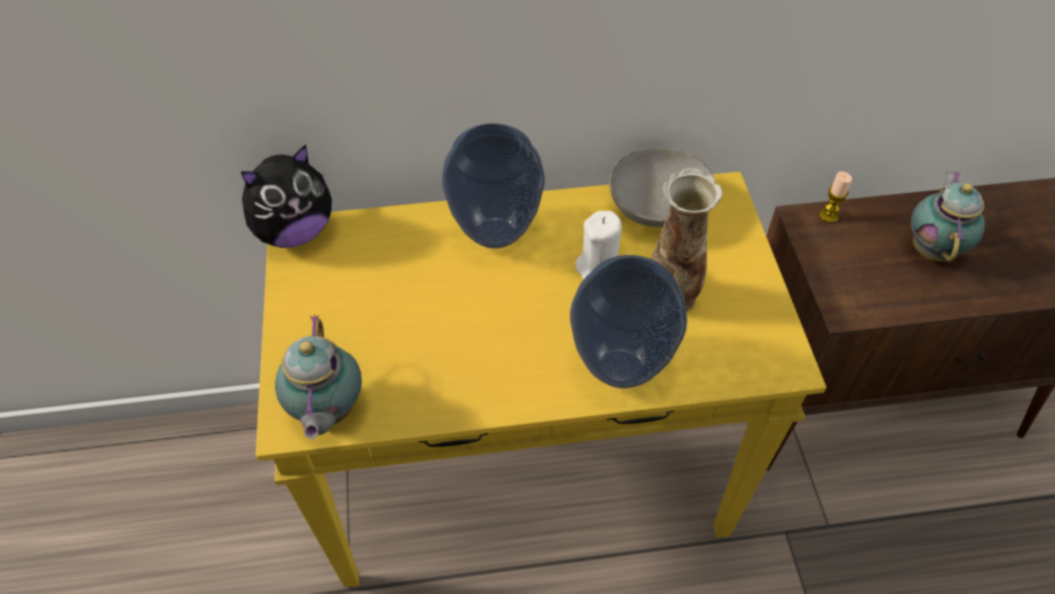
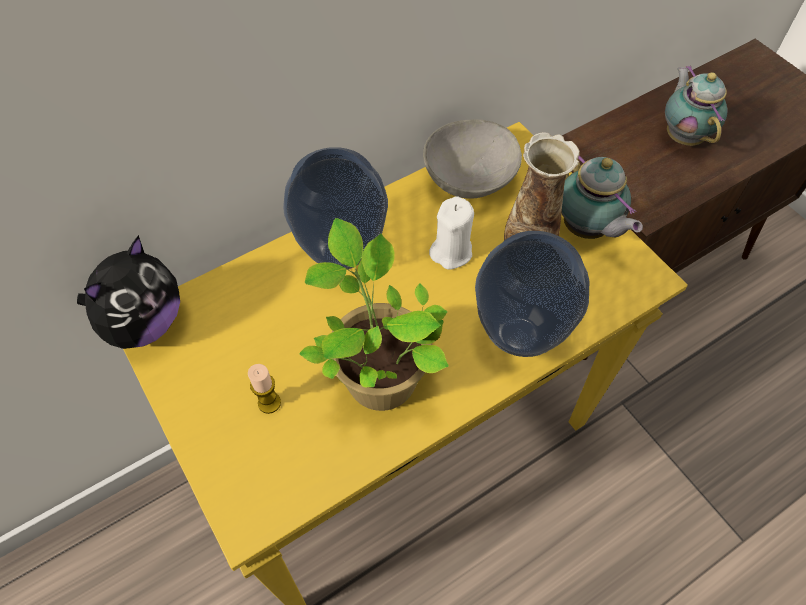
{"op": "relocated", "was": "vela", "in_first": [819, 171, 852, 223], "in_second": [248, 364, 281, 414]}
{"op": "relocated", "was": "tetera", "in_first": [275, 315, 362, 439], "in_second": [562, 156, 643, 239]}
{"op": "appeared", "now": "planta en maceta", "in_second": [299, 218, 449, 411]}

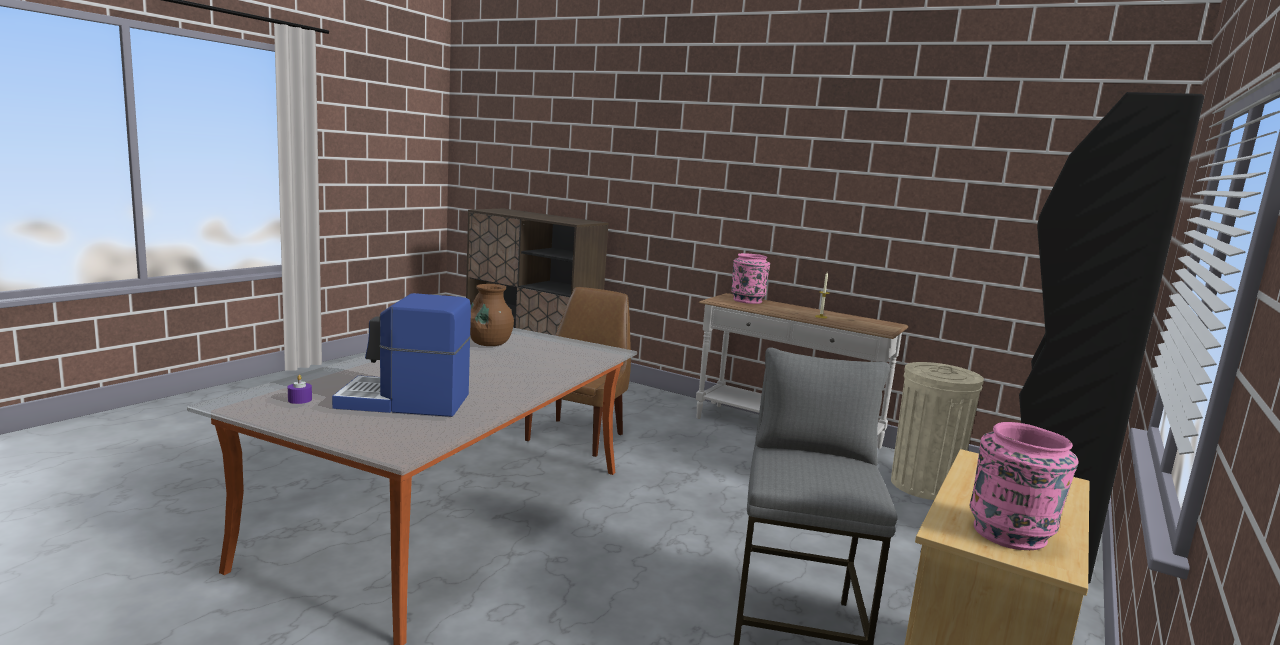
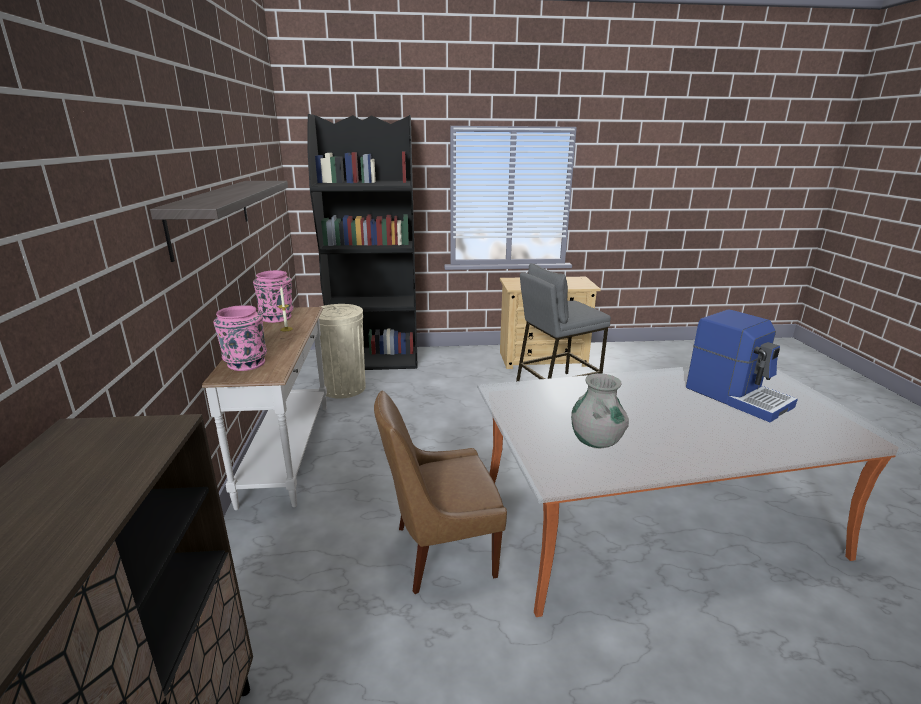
{"op": "colour", "was": "florero (marrón)", "now": "florero (gris)", "in_first": [470, 284, 514, 346], "in_second": [571, 373, 629, 448]}
{"op": "missing", "was": "vela (morado)", "in_first": [288, 375, 312, 404]}
{"op": "relocated", "was": "florero (rosa)", "in_first": [969, 422, 1079, 550], "in_second": [253, 270, 293, 323]}
{"op": "appeared", "now": "estante", "in_second": [150, 181, 288, 262]}

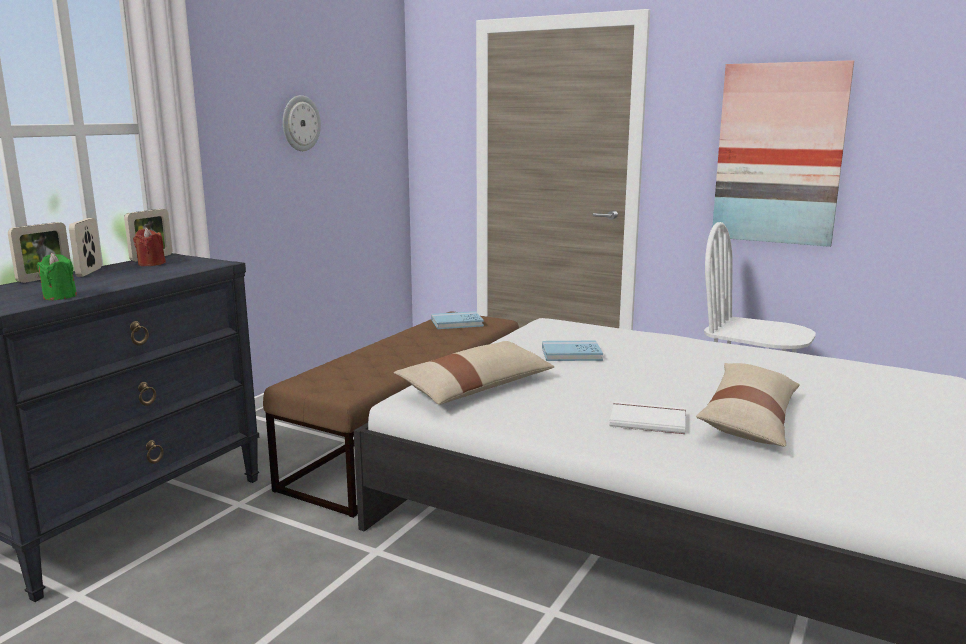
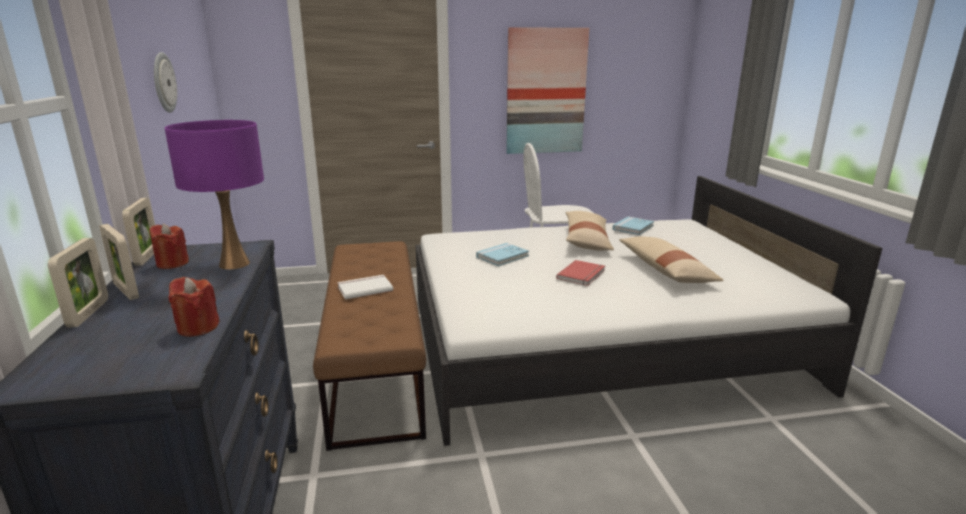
{"op": "colour", "was": "vela (verde)", "now": "vela (rojo)", "in_first": [37, 253, 77, 300], "in_second": [169, 277, 220, 337]}
{"op": "relocated", "was": "libro (azul)", "in_first": [431, 311, 484, 329], "in_second": [613, 217, 654, 235]}
{"op": "relocated", "was": "cojín (beis)", "in_first": [394, 341, 554, 405], "in_second": [566, 211, 614, 251]}
{"op": "relocated", "was": "libro (blanco)", "in_first": [610, 401, 686, 434], "in_second": [337, 275, 393, 299]}
{"op": "appeared", "now": "lámpara de mesa (morado)", "in_second": [165, 120, 264, 270]}
{"op": "appeared", "now": "libro (rojo)", "in_second": [556, 260, 605, 286]}

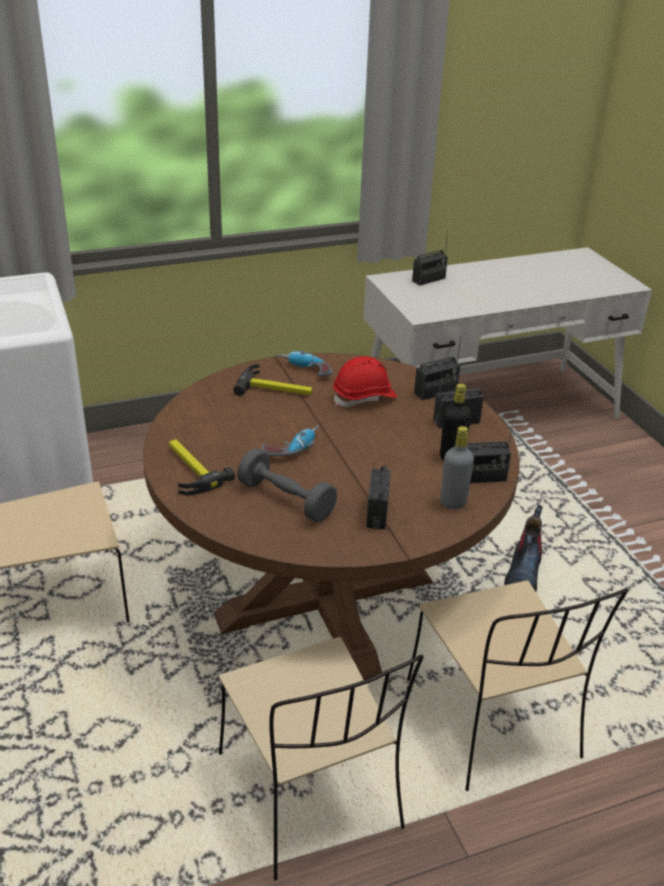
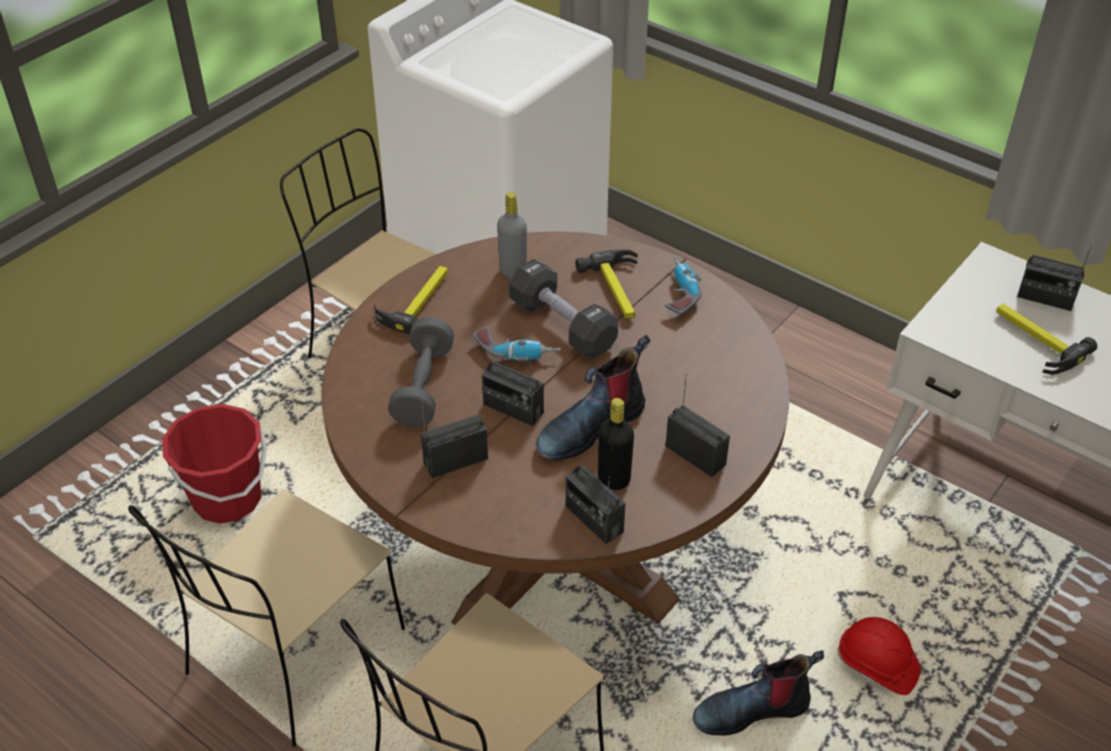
{"op": "relocated", "was": "radio", "in_first": [414, 335, 461, 401], "in_second": [482, 358, 544, 426]}
{"op": "relocated", "was": "casco (rojo)", "in_first": [333, 356, 397, 407], "in_second": [837, 617, 921, 695]}
{"op": "relocated", "was": "botella (gris)", "in_first": [440, 426, 474, 509], "in_second": [497, 192, 527, 278]}
{"op": "appeared", "now": "mancuerna (negro)", "in_second": [509, 259, 619, 358]}
{"op": "appeared", "now": "martillo", "in_second": [996, 304, 1097, 375]}
{"op": "appeared", "now": "bota", "in_second": [536, 335, 650, 460]}
{"op": "appeared", "now": "cubo (rojo)", "in_second": [162, 404, 267, 524]}

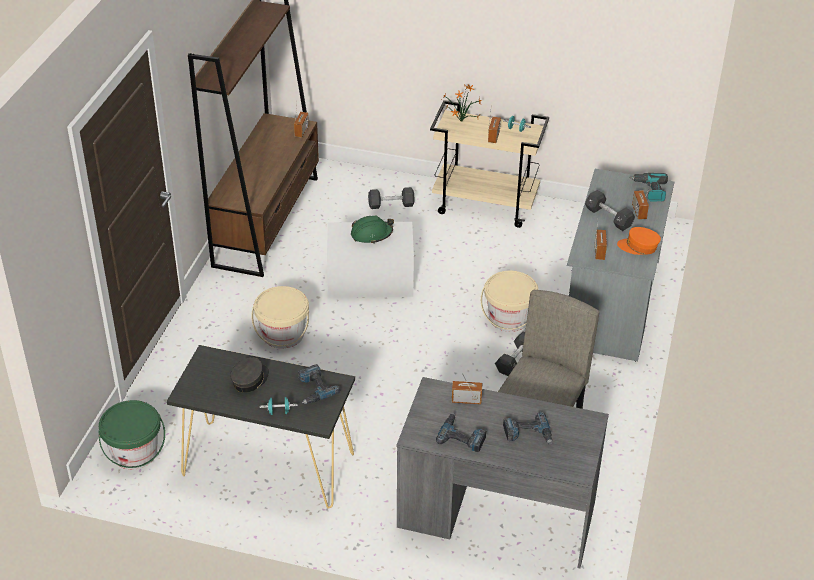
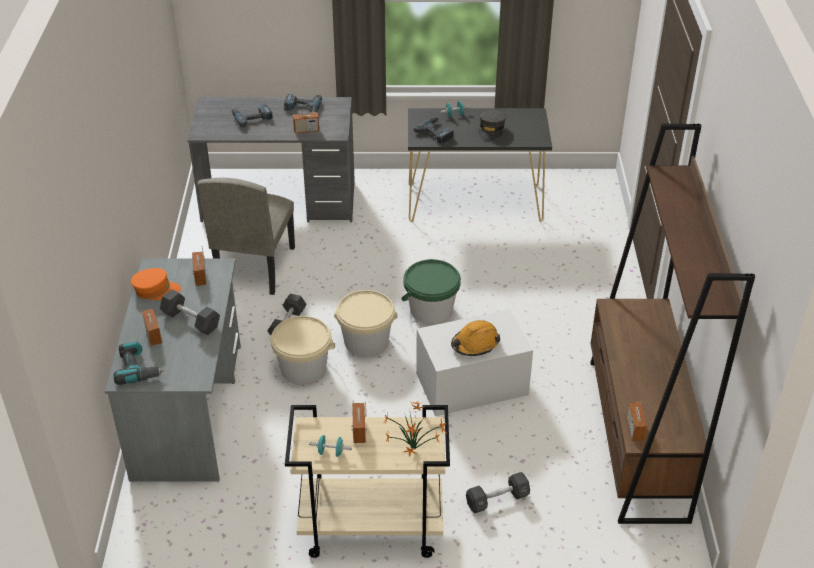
{"op": "colour", "was": "casco (verde)", "now": "casco (naranja)", "in_first": [351, 215, 394, 244], "in_second": [451, 320, 500, 356]}
{"op": "relocated", "was": "cubo (beis)", "in_first": [251, 286, 309, 348], "in_second": [334, 290, 398, 357]}
{"op": "relocated", "was": "cubo (verde)", "in_first": [98, 400, 165, 470], "in_second": [401, 259, 461, 324]}

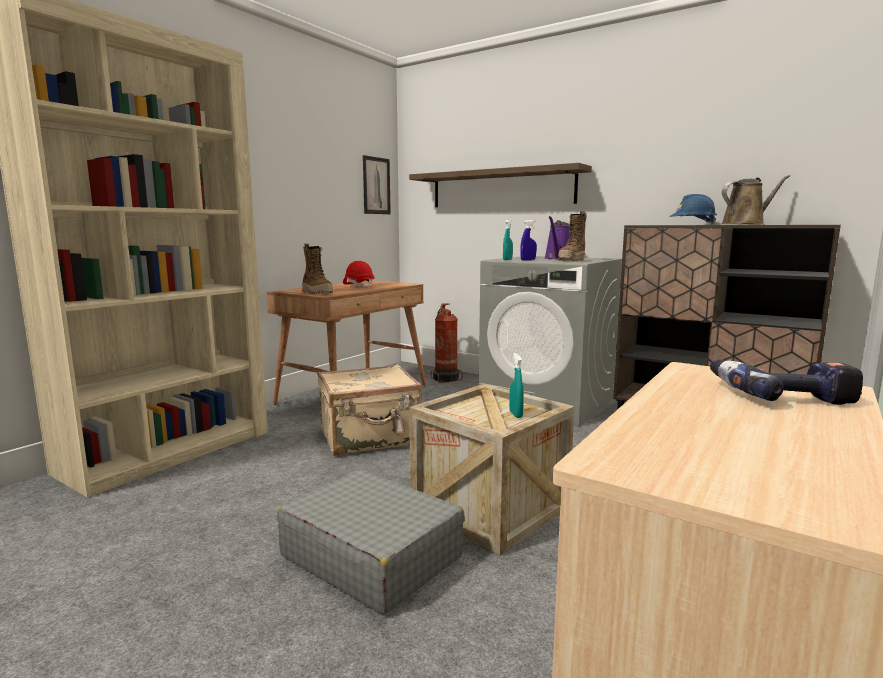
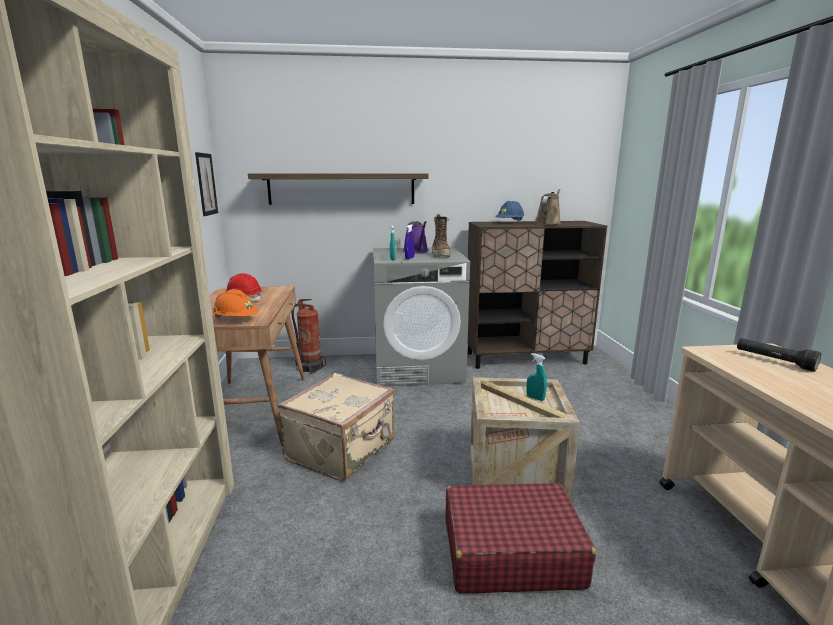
{"op": "exchanged", "was": "bota", "now": "casco (naranja)", "in_first": [302, 244, 333, 294], "in_second": [213, 289, 259, 319]}
{"op": "exchanged", "was": "taladro", "now": "linterna (negro)", "in_first": [710, 359, 863, 405], "in_second": [737, 338, 821, 372]}
{"op": "colour", "was": "maleta (gris)", "now": "maleta (rojo)", "in_first": [277, 470, 465, 614], "in_second": [445, 483, 596, 593]}

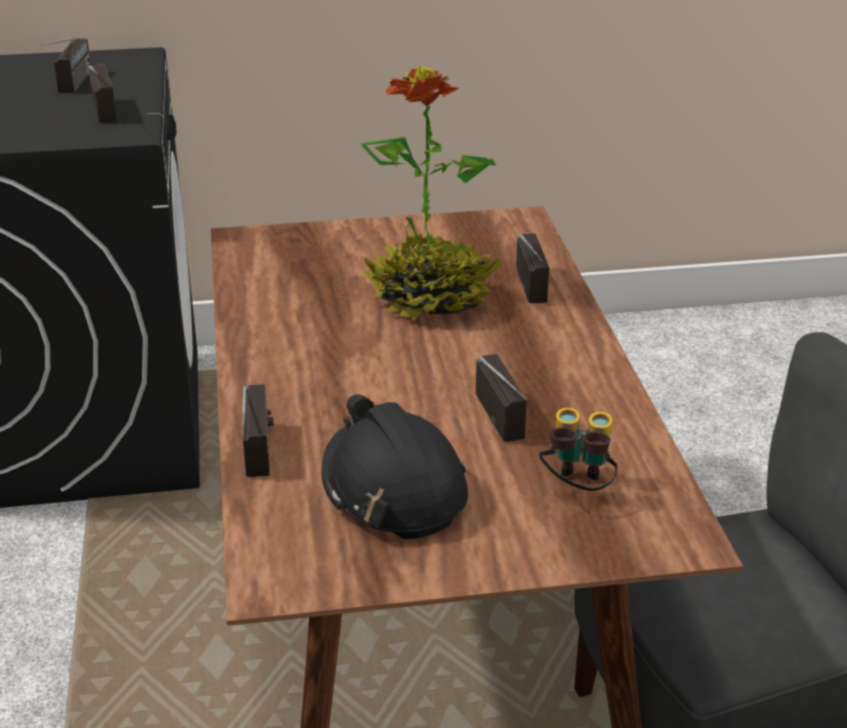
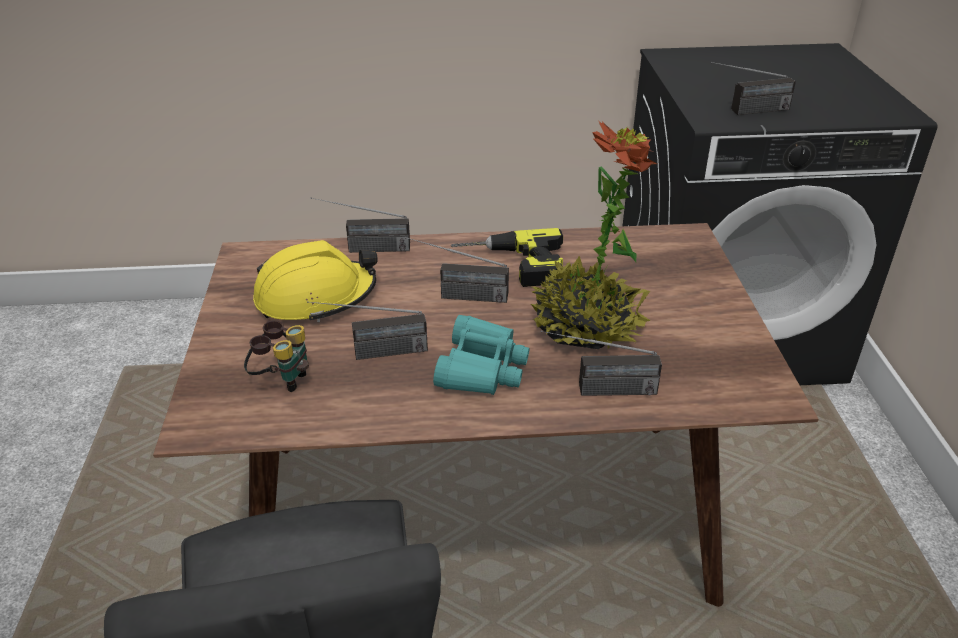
{"op": "relocated", "was": "radio", "in_first": [40, 37, 93, 93], "in_second": [405, 237, 509, 303]}
{"op": "colour", "was": "casco (negro)", "now": "casco (amarillo)", "in_first": [321, 394, 468, 539], "in_second": [253, 240, 377, 323]}
{"op": "appeared", "now": "taladro", "in_second": [451, 228, 563, 287]}
{"op": "appeared", "now": "prismáticos (turquesa)", "in_second": [433, 315, 530, 395]}

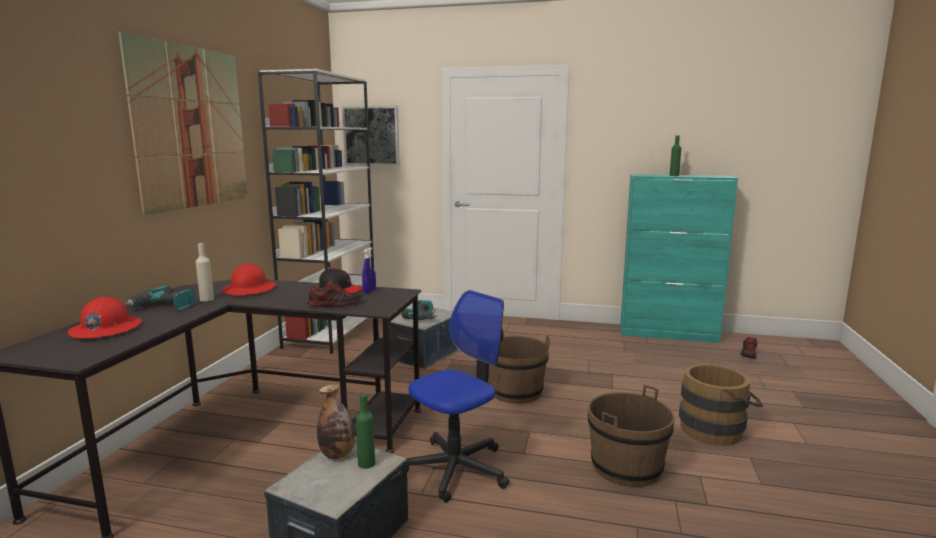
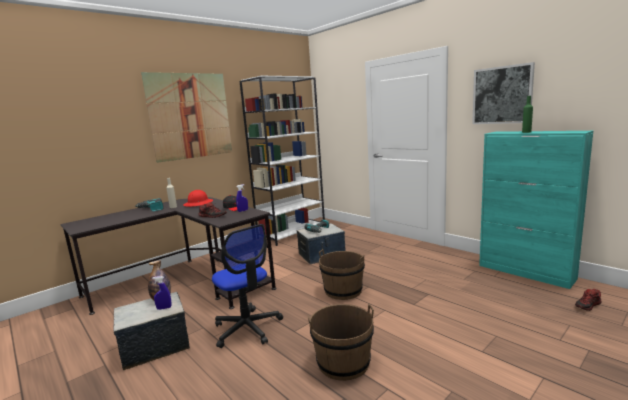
{"op": "relocated", "was": "cuadro", "in_first": [342, 106, 400, 166], "in_second": [472, 62, 535, 124]}
{"op": "spun", "was": "silla de oficina", "in_first": [407, 290, 510, 503], "in_second": [212, 224, 283, 348], "clockwise": 60}
{"op": "missing", "was": "casco (rojo)", "in_first": [68, 297, 142, 338]}
{"op": "missing", "was": "cubo (marrón)", "in_first": [679, 364, 763, 446]}
{"op": "exchanged", "was": "botella (verde)", "now": "pulverizador (azul)", "in_first": [356, 394, 375, 469], "in_second": [152, 276, 171, 310]}

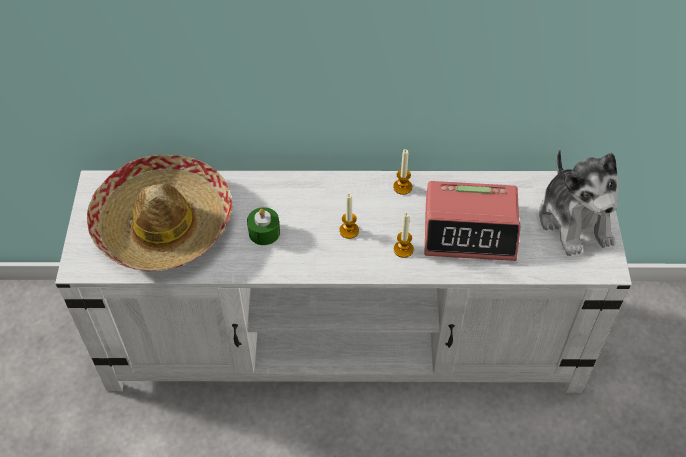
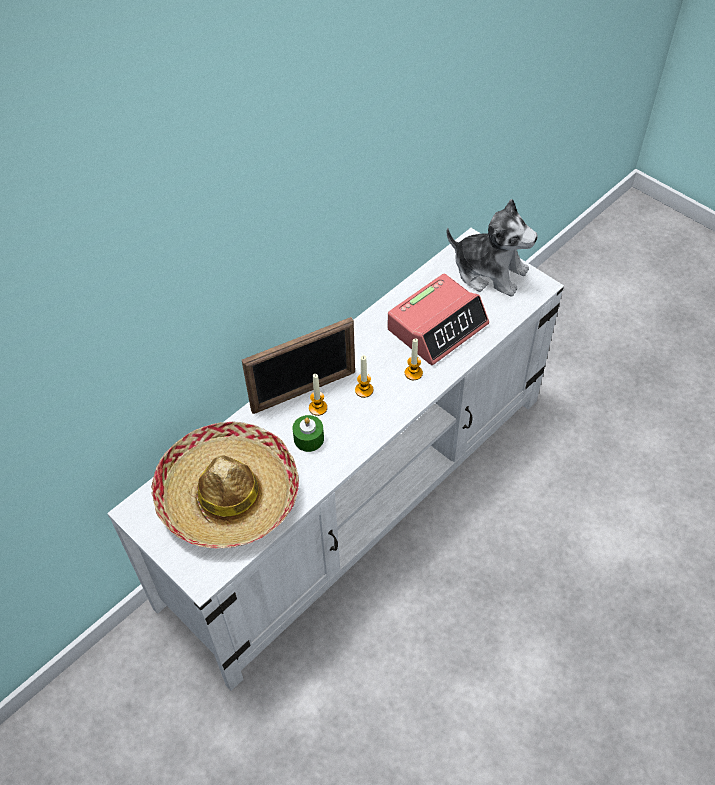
{"op": "relocated", "was": "vela", "in_first": [393, 149, 412, 195], "in_second": [309, 374, 327, 416]}
{"op": "appeared", "now": "portarretratos", "in_second": [242, 317, 355, 414]}

